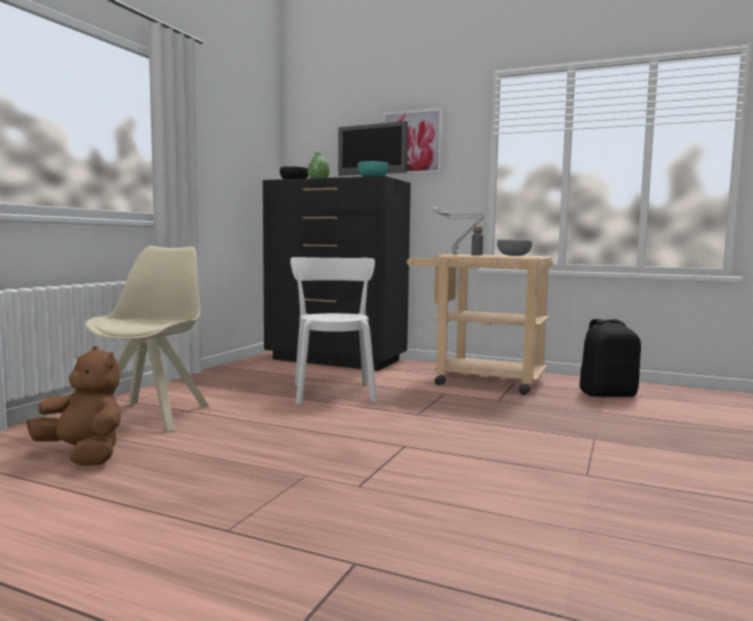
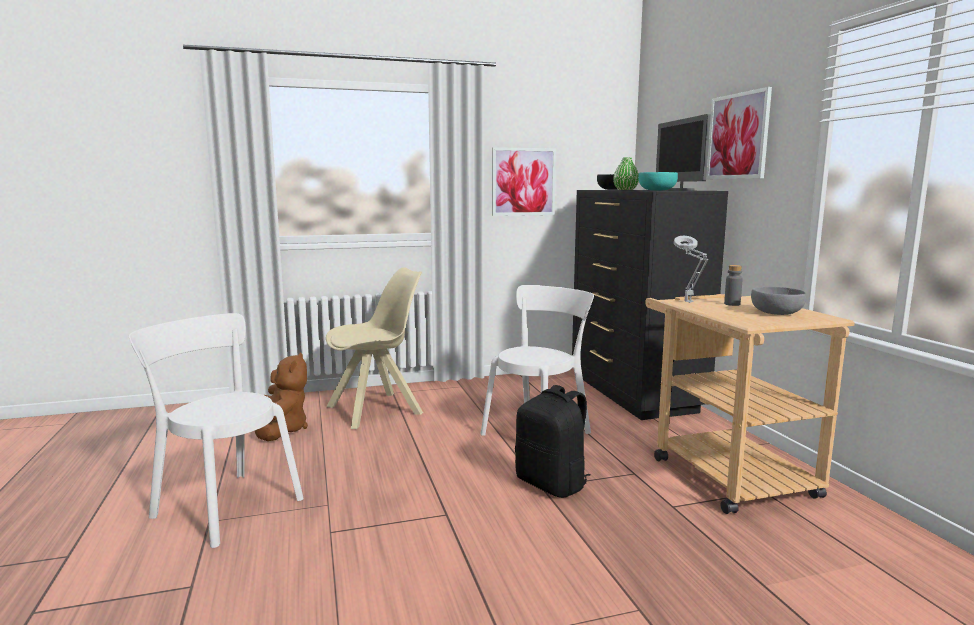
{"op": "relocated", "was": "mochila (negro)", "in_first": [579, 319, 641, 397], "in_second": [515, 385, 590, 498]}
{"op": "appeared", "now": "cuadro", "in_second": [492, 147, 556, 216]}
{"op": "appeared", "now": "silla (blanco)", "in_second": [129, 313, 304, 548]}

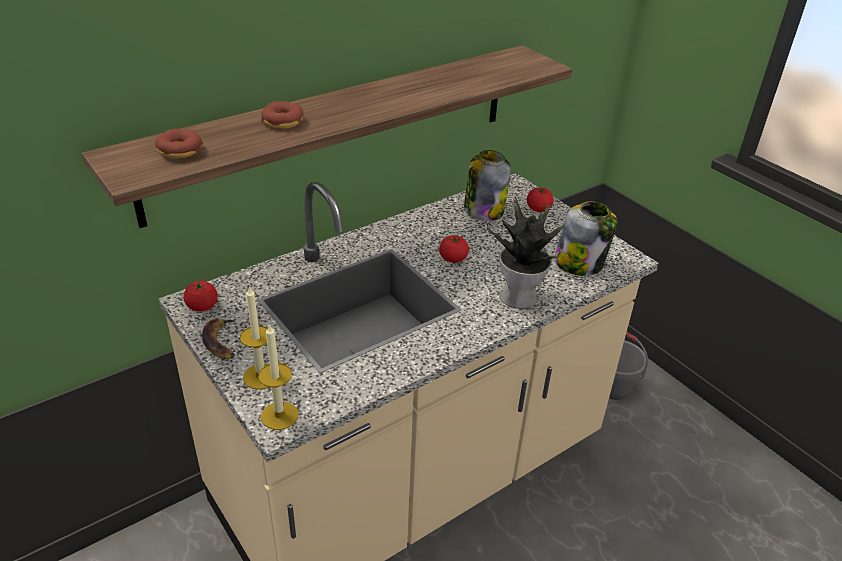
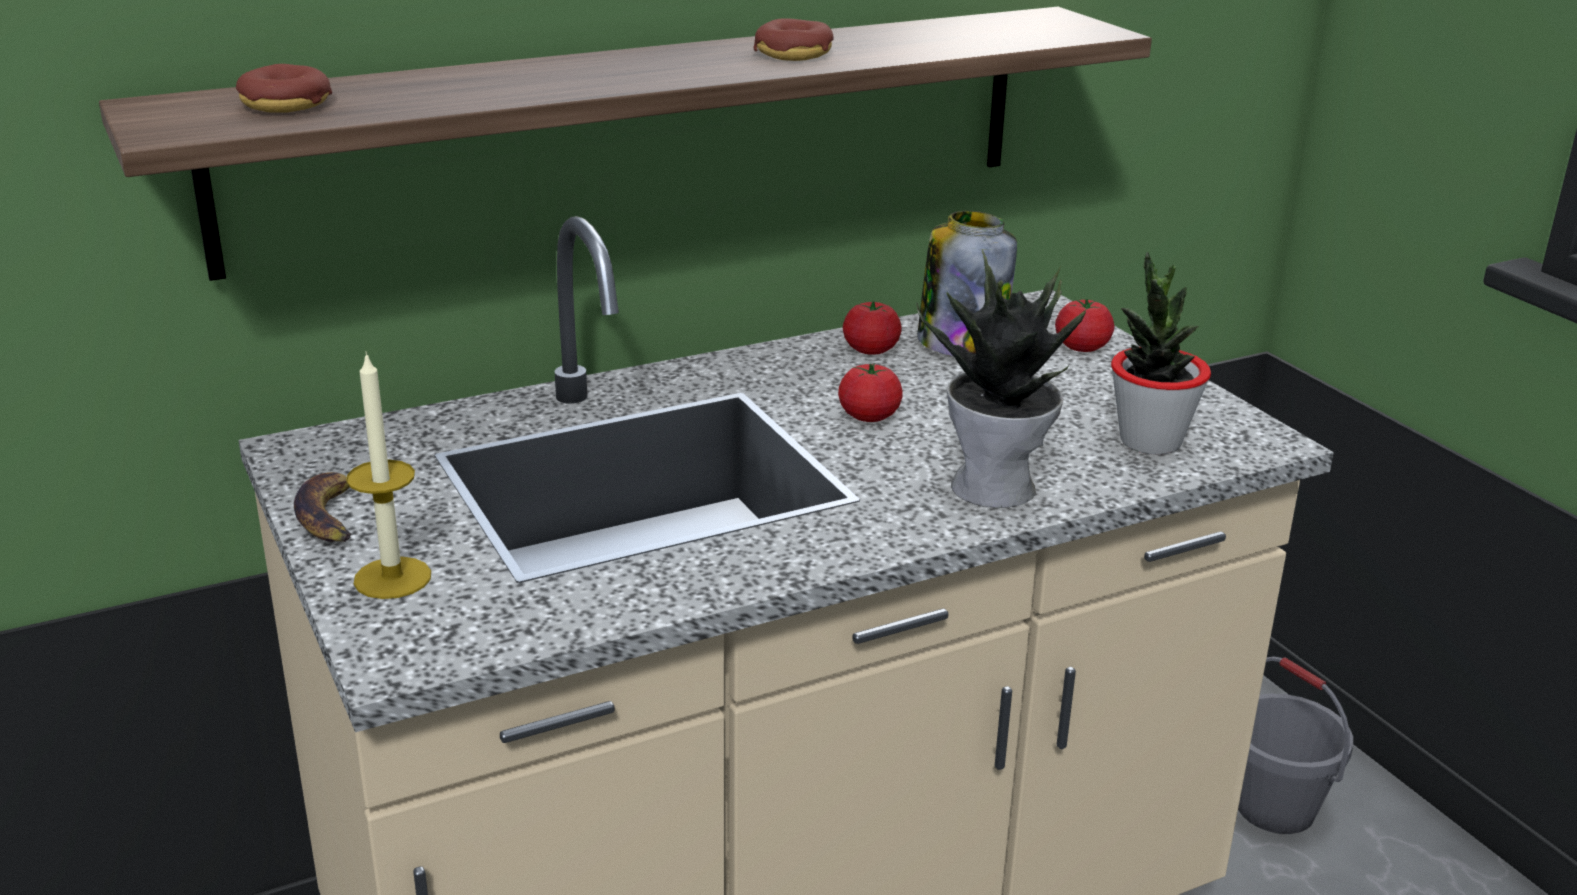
{"op": "relocated", "was": "rosquilla", "in_first": [261, 101, 304, 129], "in_second": [754, 18, 834, 61]}
{"op": "exchanged", "was": "tarro", "now": "planta en maceta", "in_first": [554, 201, 617, 276], "in_second": [1111, 252, 1211, 455]}
{"op": "relocated", "was": "tomate", "in_first": [183, 281, 218, 312], "in_second": [843, 301, 902, 355]}
{"op": "missing", "was": "vela", "in_first": [258, 323, 299, 430]}

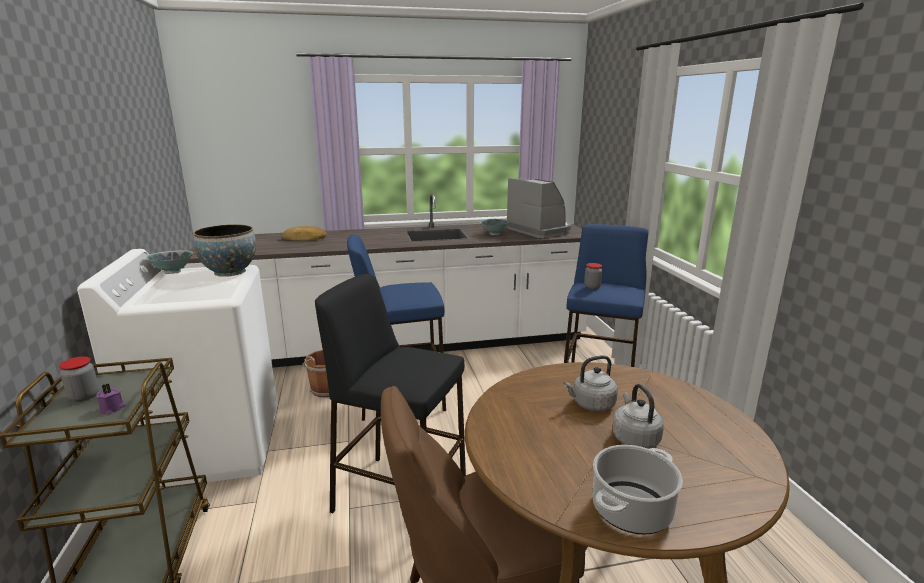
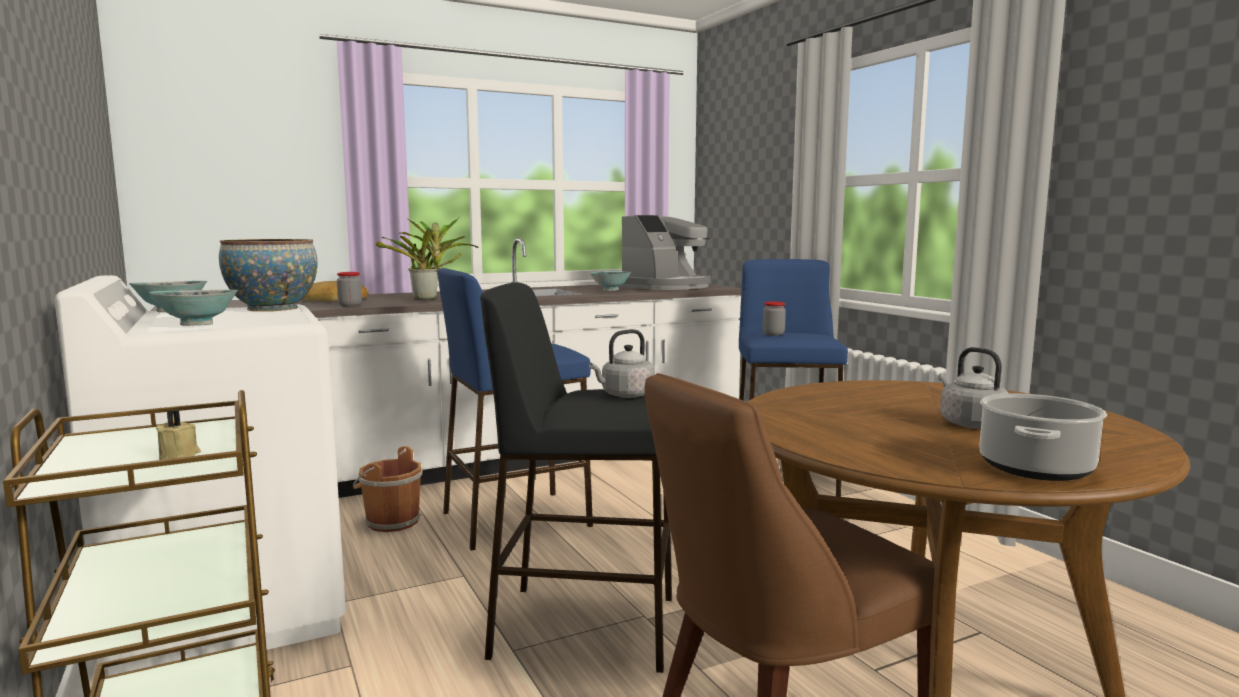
{"op": "spun", "was": "cafetera", "in_first": [507, 178, 571, 238], "in_second": [621, 215, 711, 290], "clockwise": 90}
{"op": "relocated", "was": "hervidor (gris)", "in_first": [563, 355, 618, 411], "in_second": [589, 329, 655, 398]}
{"op": "relocated", "was": "tarro", "in_first": [59, 357, 99, 402], "in_second": [337, 272, 362, 307]}
{"op": "colour", "was": "vela (morado)", "now": "vela (beis)", "in_first": [97, 383, 126, 414], "in_second": [156, 410, 201, 460]}
{"op": "appeared", "now": "planta en maceta", "in_second": [376, 216, 478, 300]}
{"op": "appeared", "now": "cuenco", "in_second": [149, 290, 238, 326]}

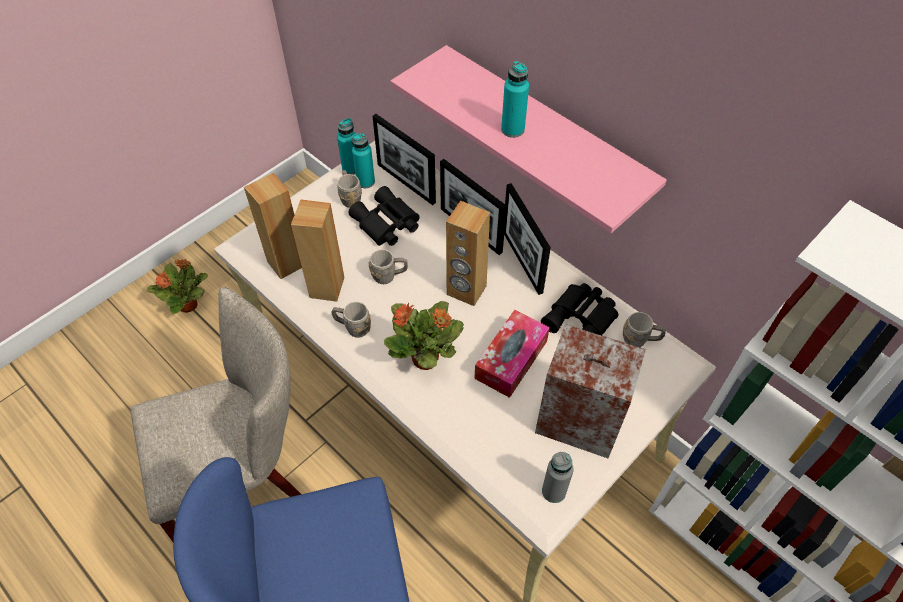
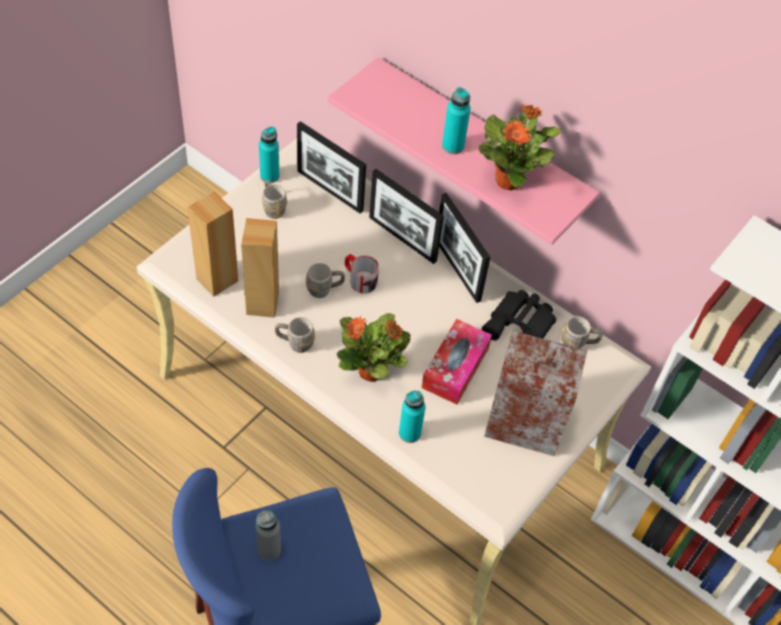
{"op": "relocated", "was": "botella (turquesa)", "in_first": [352, 133, 375, 188], "in_second": [399, 391, 425, 443]}
{"op": "missing", "was": "prismáticos (negro)", "in_first": [349, 186, 420, 246]}
{"op": "missing", "was": "altavoz (marrón)", "in_first": [446, 201, 490, 306]}
{"op": "relocated", "was": "planta en maceta", "in_first": [147, 259, 208, 314], "in_second": [479, 105, 561, 191]}
{"op": "missing", "was": "silla (beis)", "in_first": [130, 287, 301, 542]}
{"op": "relocated", "was": "botella (gris)", "in_first": [542, 452, 574, 503], "in_second": [256, 511, 281, 561]}
{"op": "appeared", "now": "taza grande", "in_second": [345, 254, 379, 293]}

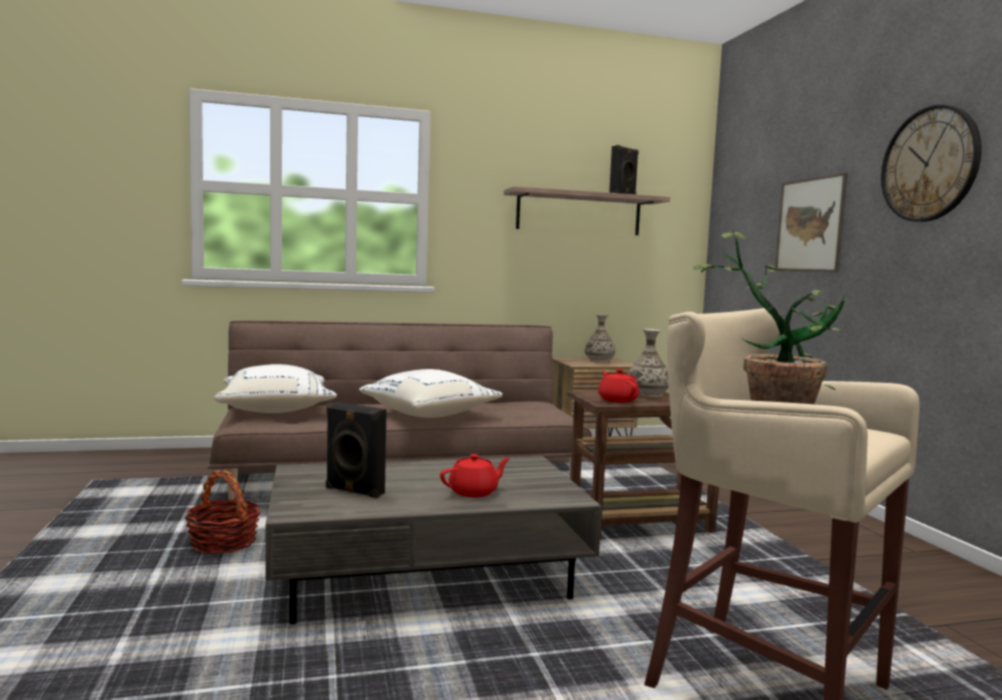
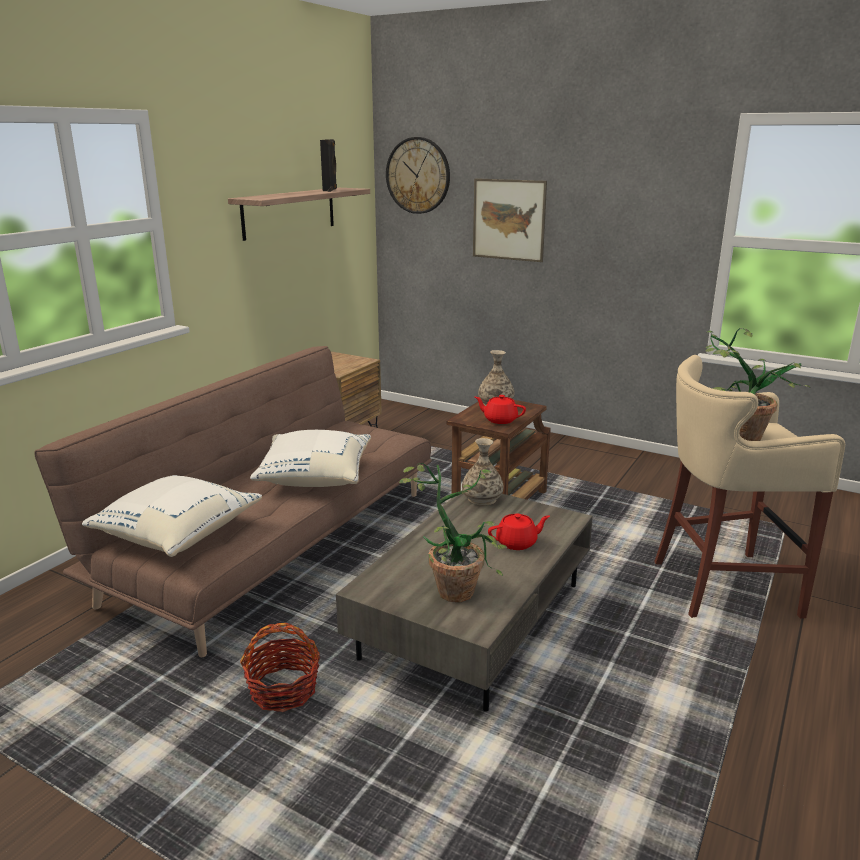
{"op": "relocated", "was": "reloj de pared", "in_first": [881, 105, 982, 222], "in_second": [386, 137, 450, 214]}
{"op": "relocated", "was": "florero", "in_first": [585, 314, 615, 362], "in_second": [462, 438, 504, 505]}
{"op": "exchanged", "was": "altavoz (negro)", "now": "planta en maceta", "in_first": [326, 402, 386, 498], "in_second": [399, 463, 507, 602]}
{"op": "spun", "was": "tetera (rojo)", "in_first": [440, 454, 510, 497], "in_second": [488, 513, 550, 550], "clockwise": 60}

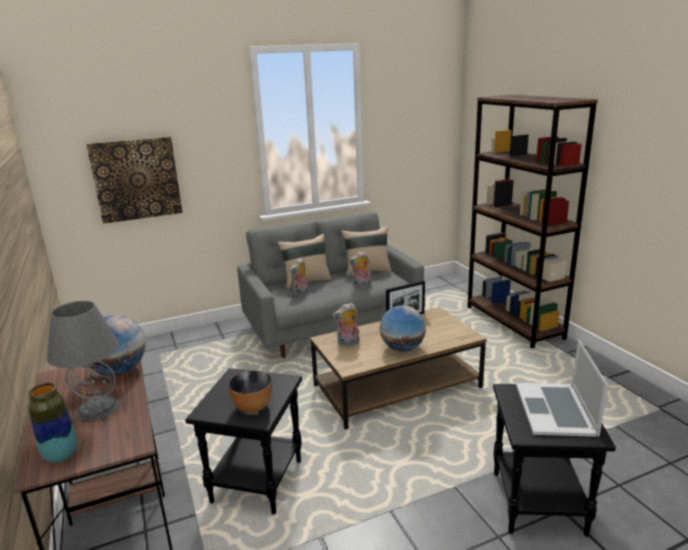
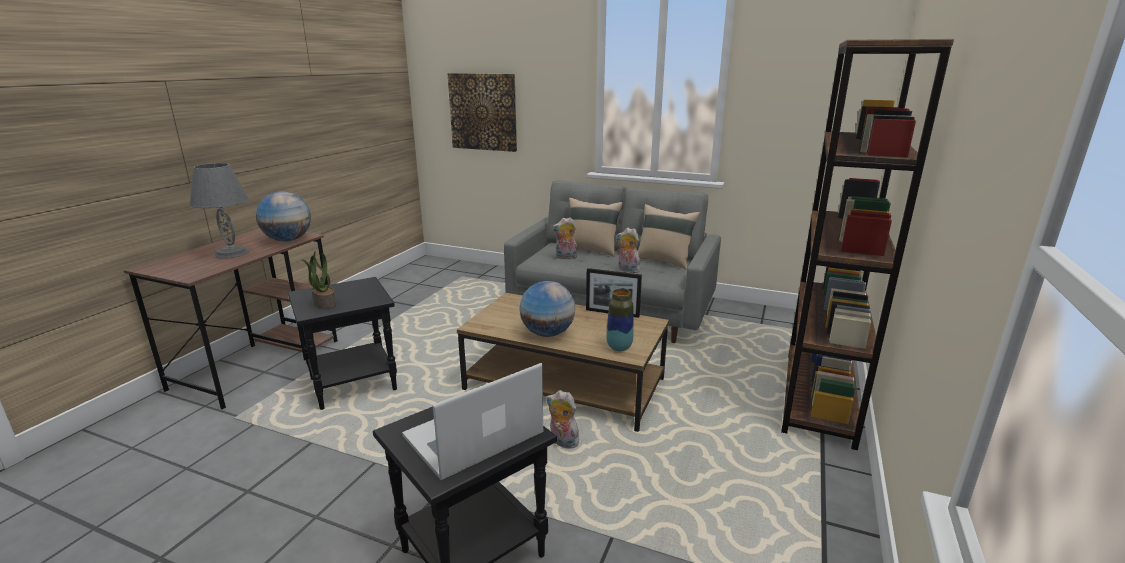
{"op": "relocated", "was": "peluche", "in_first": [332, 303, 360, 347], "in_second": [546, 390, 583, 448]}
{"op": "exchanged", "was": "cuenco", "now": "planta en maceta", "in_first": [228, 370, 272, 413], "in_second": [301, 251, 336, 309]}
{"op": "relocated", "was": "florero", "in_first": [29, 383, 77, 463], "in_second": [606, 289, 634, 351]}

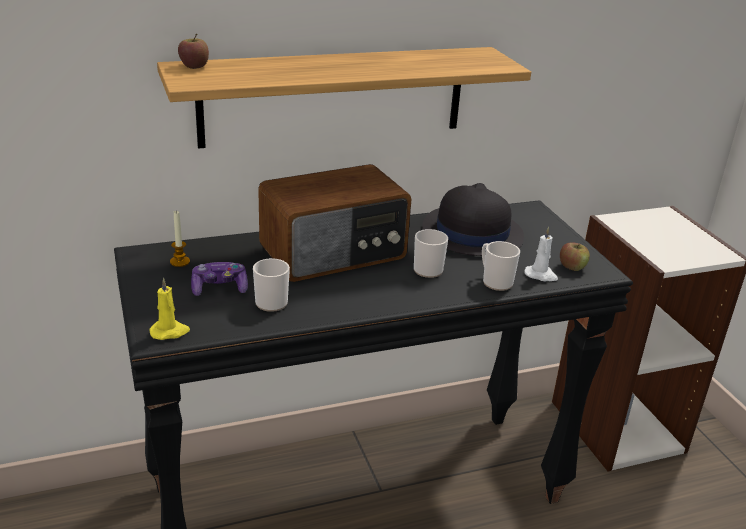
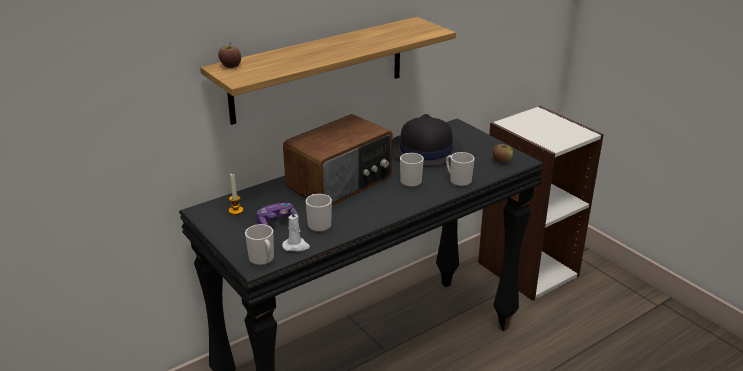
{"op": "relocated", "was": "vela (blanco)", "in_first": [524, 227, 558, 281], "in_second": [282, 209, 310, 252]}
{"op": "exchanged", "was": "vela (amarillo)", "now": "taza grande", "in_first": [149, 278, 190, 340], "in_second": [245, 224, 274, 265]}

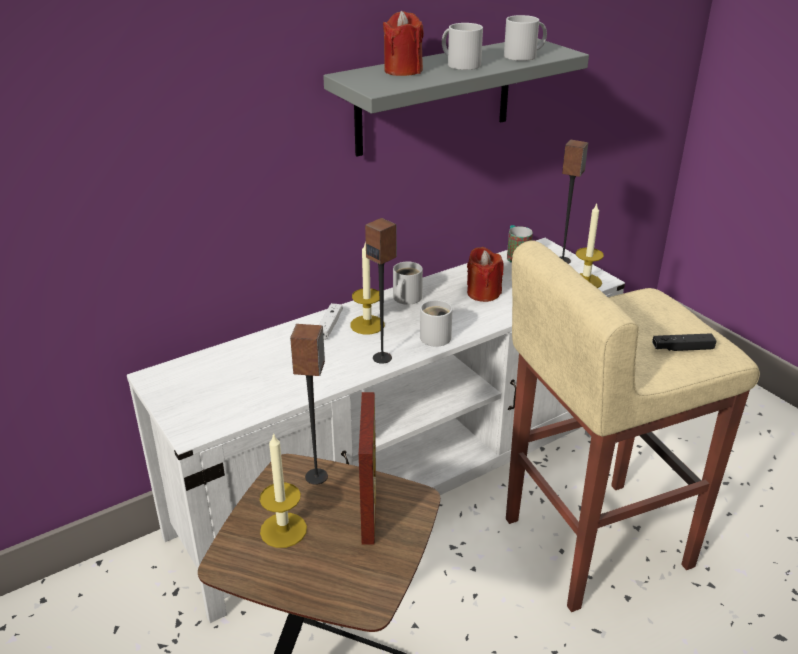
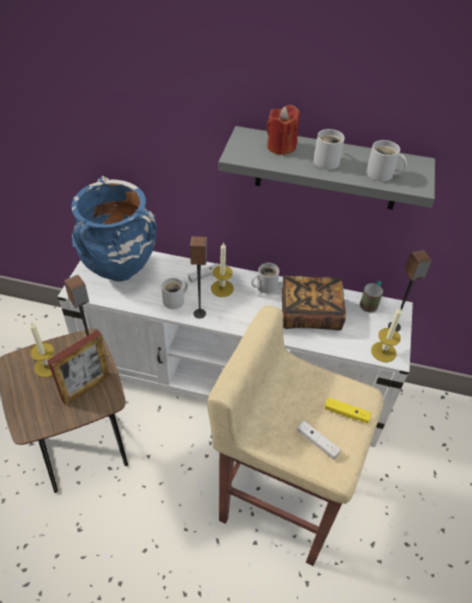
{"op": "exchanged", "was": "vela (rojo)", "now": "libro", "in_first": [467, 247, 504, 302], "in_second": [282, 276, 346, 331]}
{"op": "relocated", "was": "taza grande (blanco)", "in_first": [420, 300, 453, 347], "in_second": [161, 278, 188, 309]}
{"op": "colour", "was": "mando de consola (negro)", "now": "mando de consola (blanco)", "in_first": [652, 333, 717, 351], "in_second": [297, 421, 341, 460]}
{"op": "appeared", "now": "florero (azul)", "in_second": [71, 176, 157, 282]}
{"op": "appeared", "now": "mando de consola (amarillo)", "in_second": [325, 398, 371, 424]}

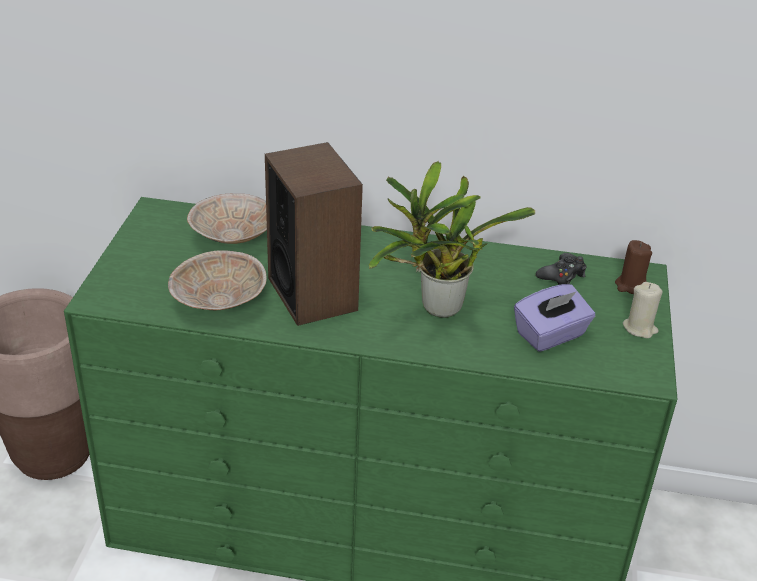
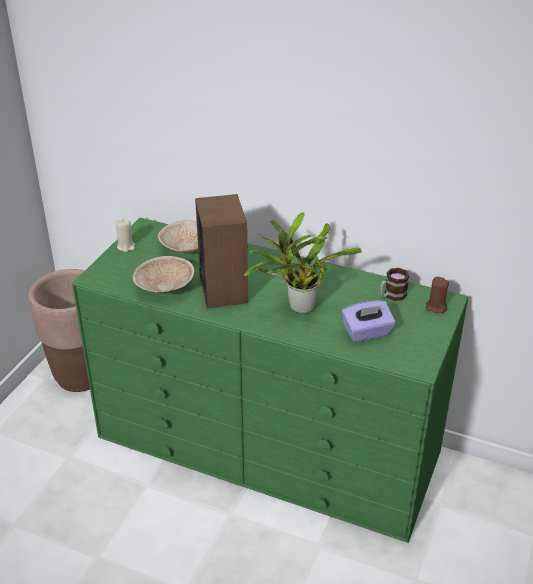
{"op": "exchanged", "was": "mando de consola (negro)", "now": "taza grande", "in_first": [536, 253, 586, 285], "in_second": [380, 268, 409, 301]}
{"op": "relocated", "was": "vela (beis)", "in_first": [623, 282, 662, 338], "in_second": [116, 219, 135, 252]}

